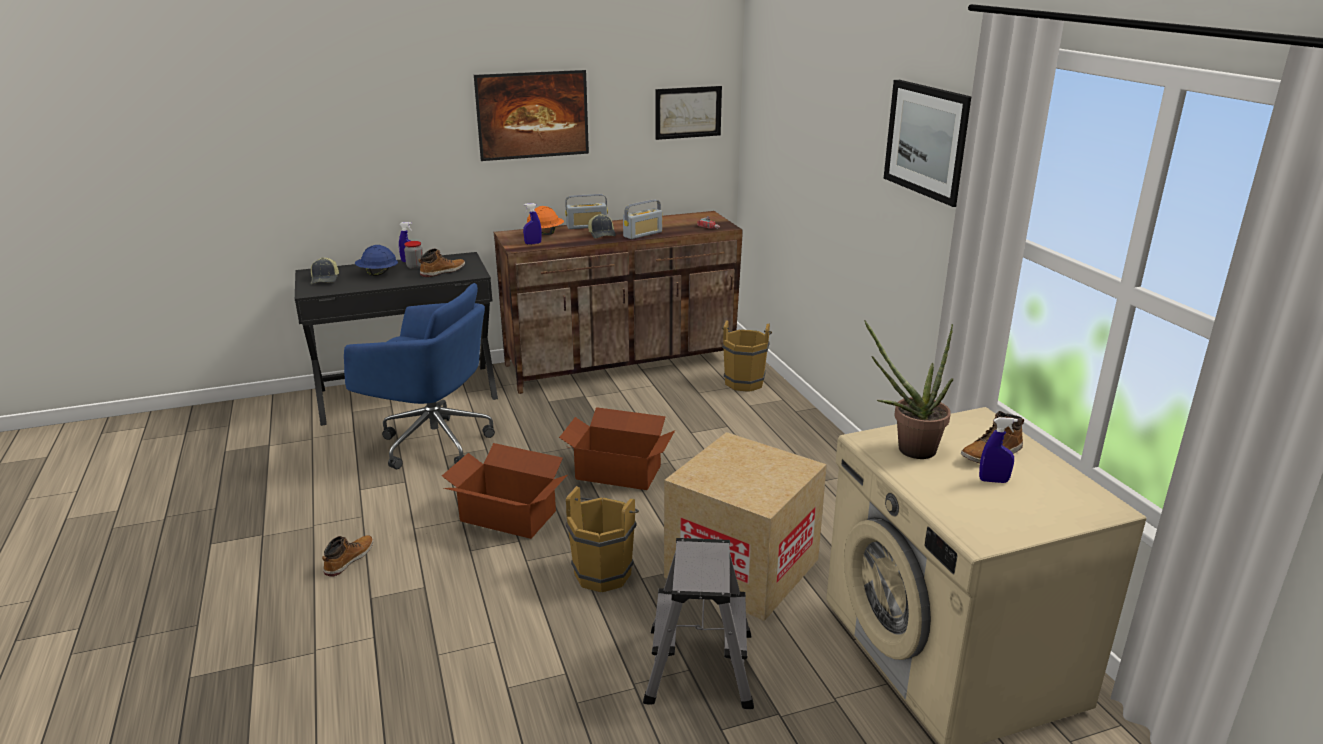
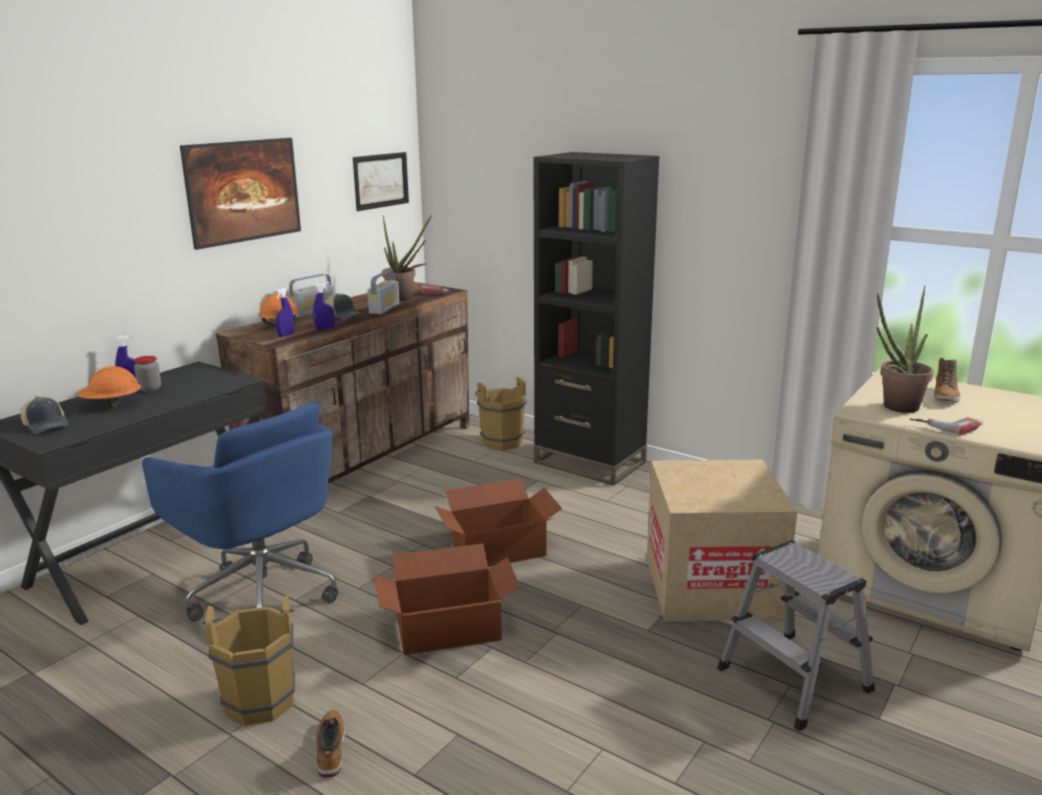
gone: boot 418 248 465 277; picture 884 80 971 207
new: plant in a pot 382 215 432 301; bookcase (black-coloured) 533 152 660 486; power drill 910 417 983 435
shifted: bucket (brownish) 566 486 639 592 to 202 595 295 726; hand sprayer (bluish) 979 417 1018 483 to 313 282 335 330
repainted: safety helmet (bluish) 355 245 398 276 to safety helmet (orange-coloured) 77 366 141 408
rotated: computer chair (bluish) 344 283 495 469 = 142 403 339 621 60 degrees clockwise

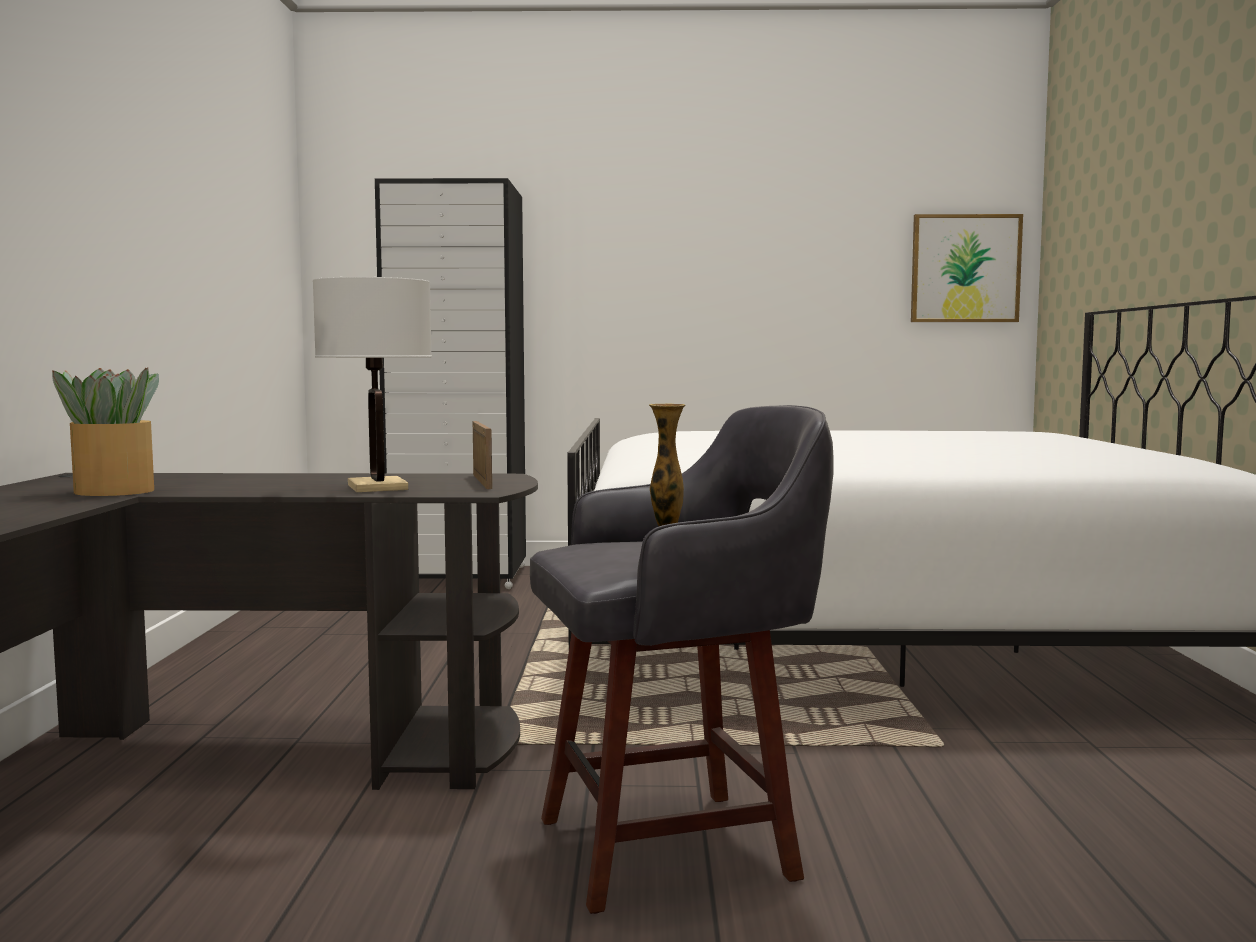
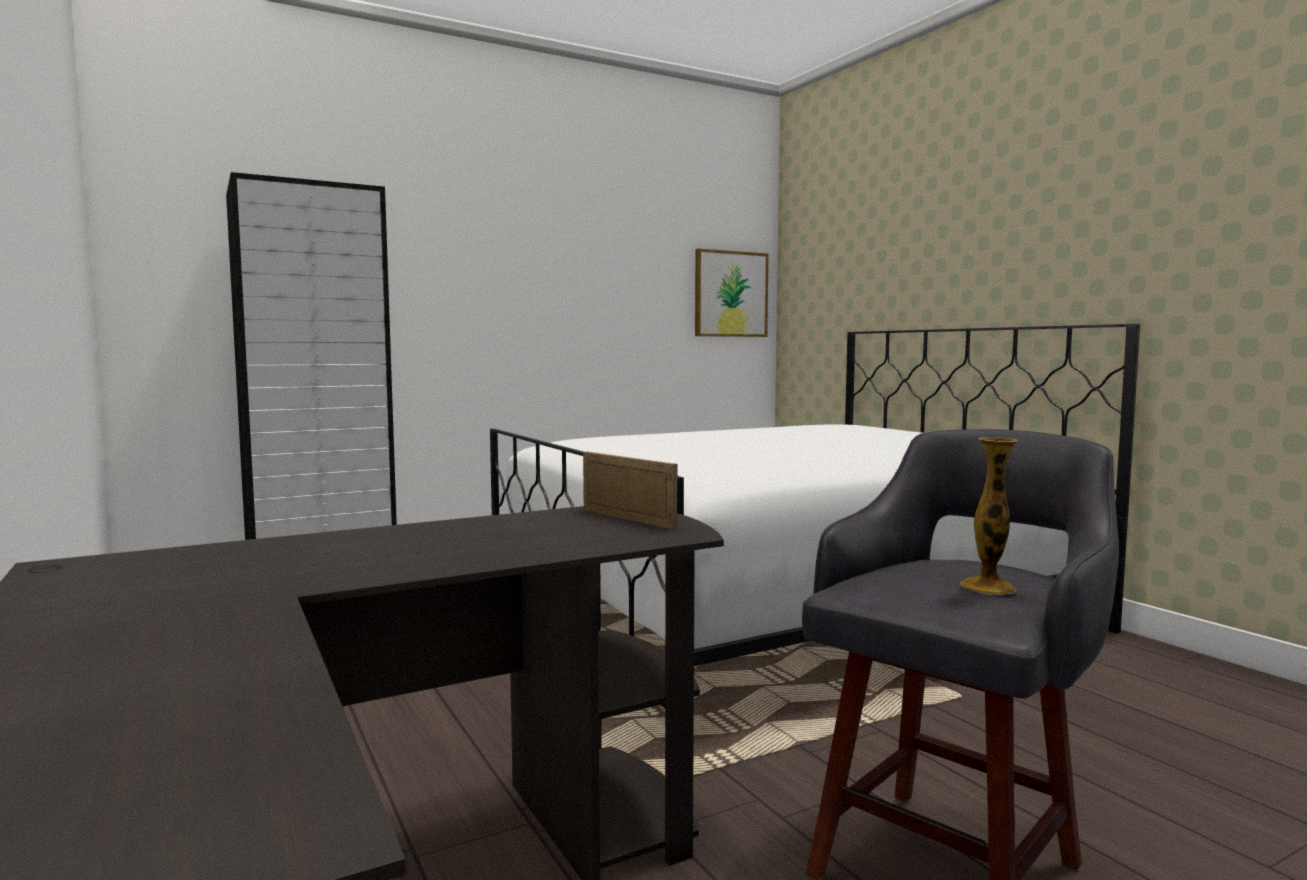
gone: plant in a pot 52 367 159 496; tabletop lamp (white-coloured) 313 277 432 492

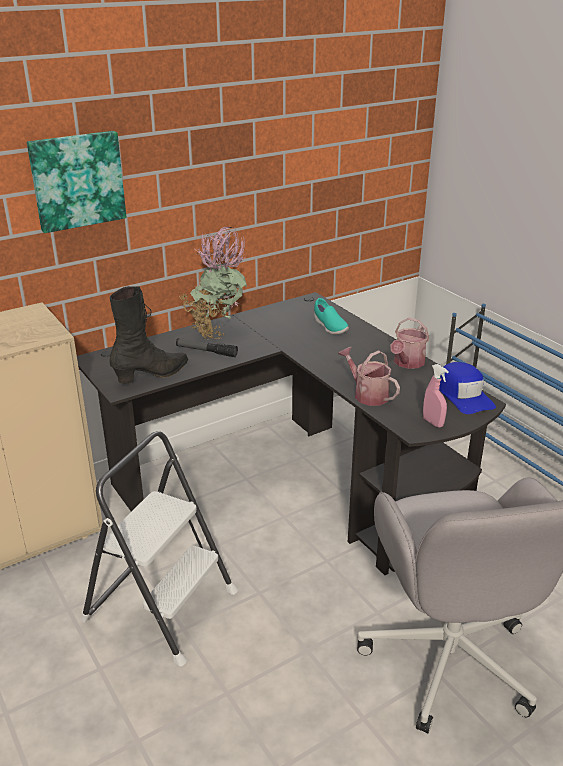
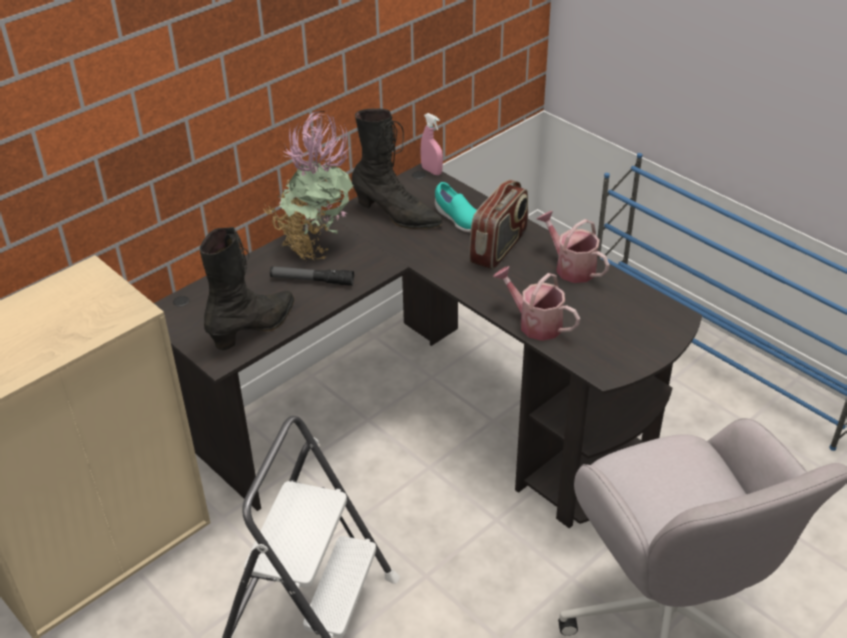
gone: picture 27 131 127 233; peaked cap (bluish) 439 362 496 414
new: boot (black-coloured) 352 109 443 229; radio receiver 469 180 528 270
shifted: hand sprayer (pink-coloured) 423 364 449 428 to 421 113 443 175
rotated: watering can 390 318 429 369 = 537 211 610 283 120 degrees clockwise

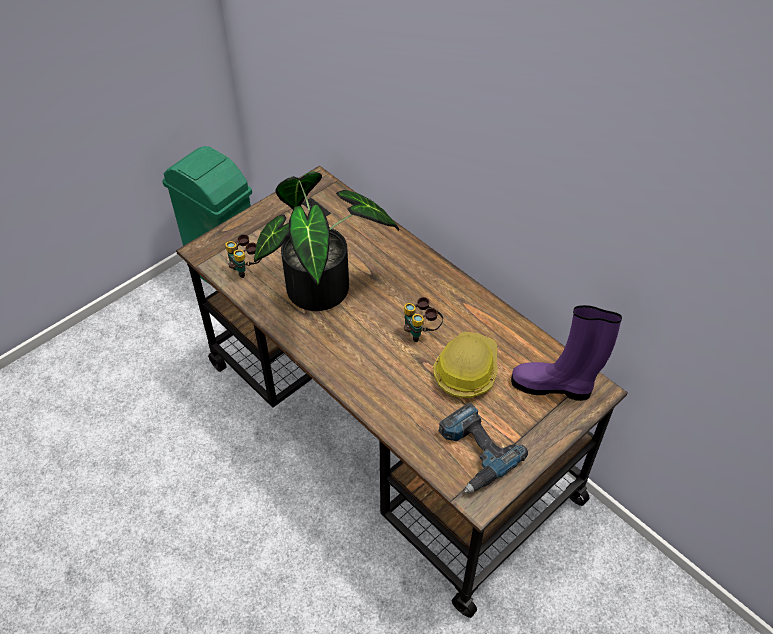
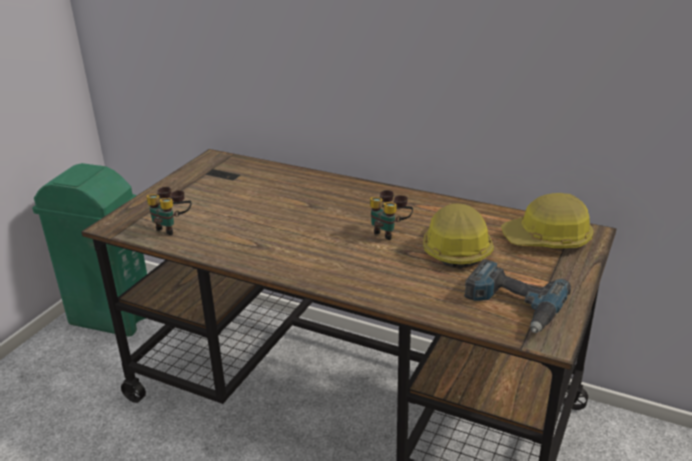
gone: plant in a pot 254 171 399 311
swapped: boot (purple) 511 305 622 401 to safety helmet 501 193 594 248

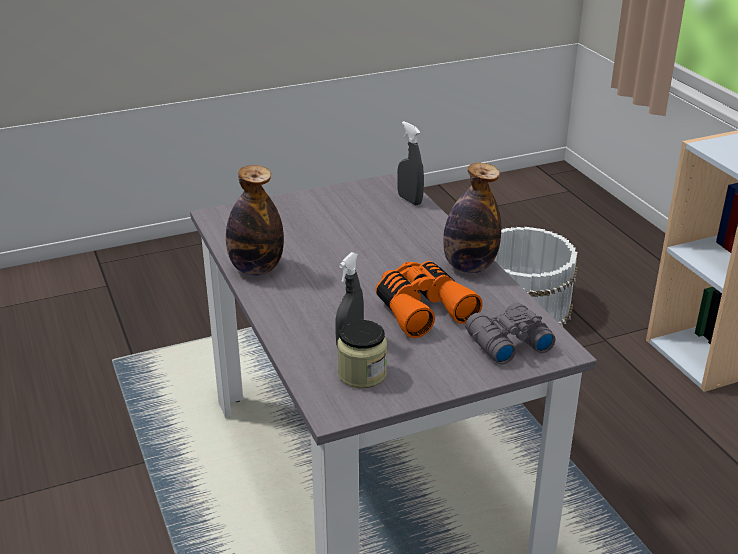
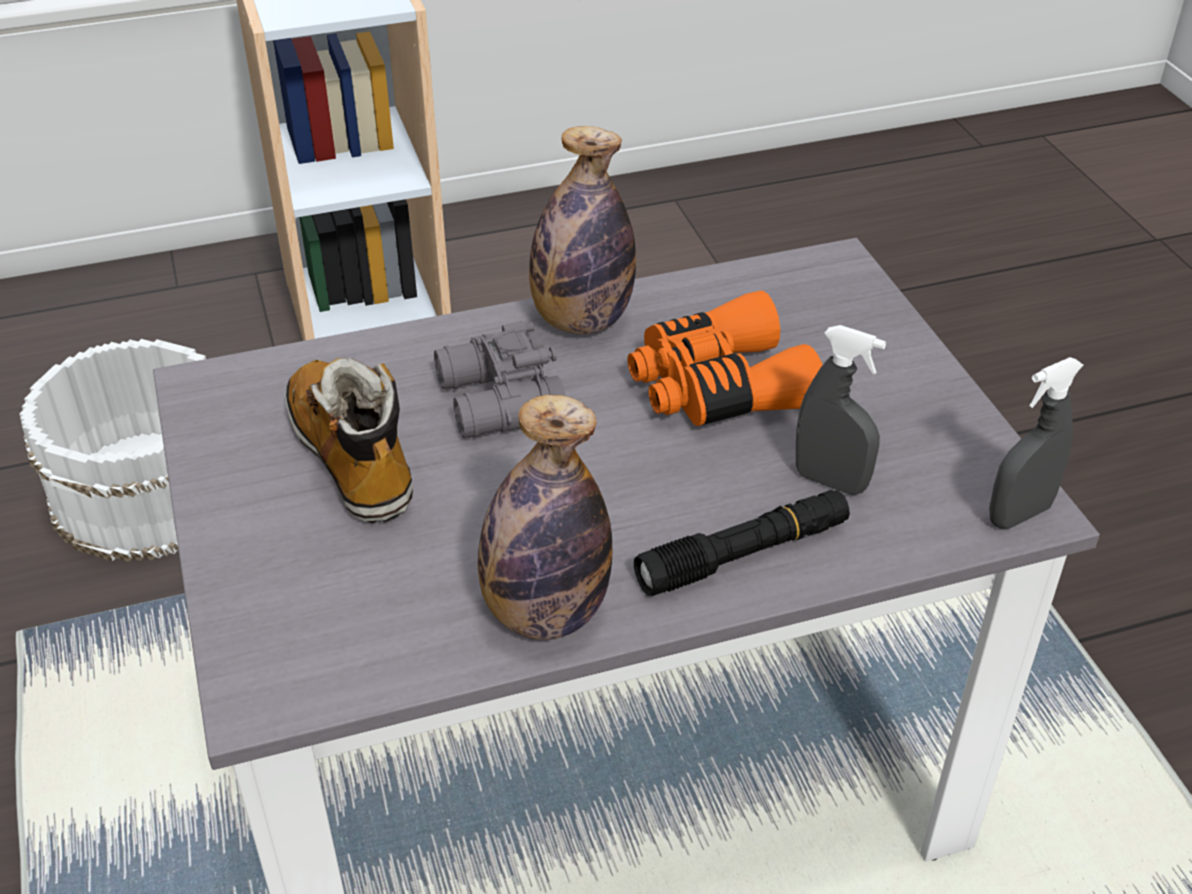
gone: jar 337 320 387 388
new: boot 285 358 413 524; hand torch (black-coloured) 634 490 850 596
shifted: hand sprayer (gray) 397 121 424 206 to 989 357 1084 529; binoculars (gray) 465 303 556 364 to 434 321 566 438

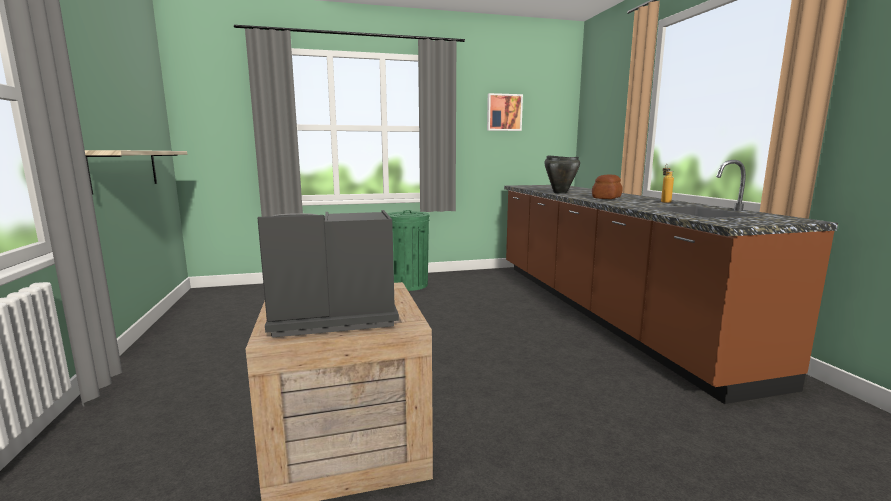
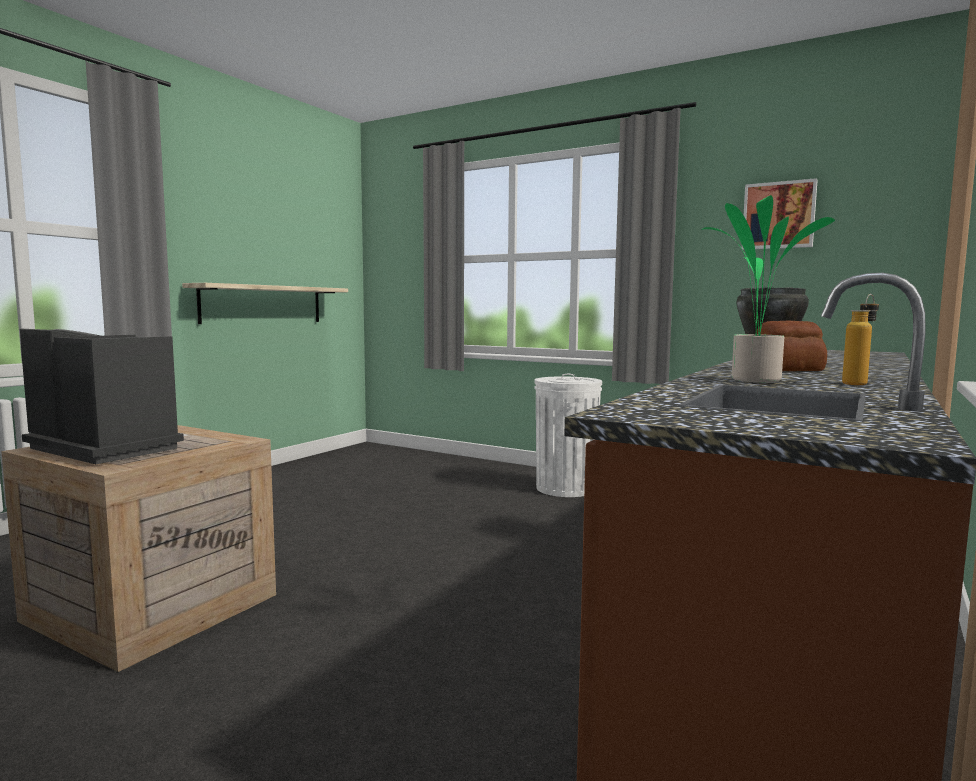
new: plant in a pot 701 195 835 383
repainted: rubbish bin (green) 387 210 430 291 to rubbish bin (white-coloured) 534 374 602 497

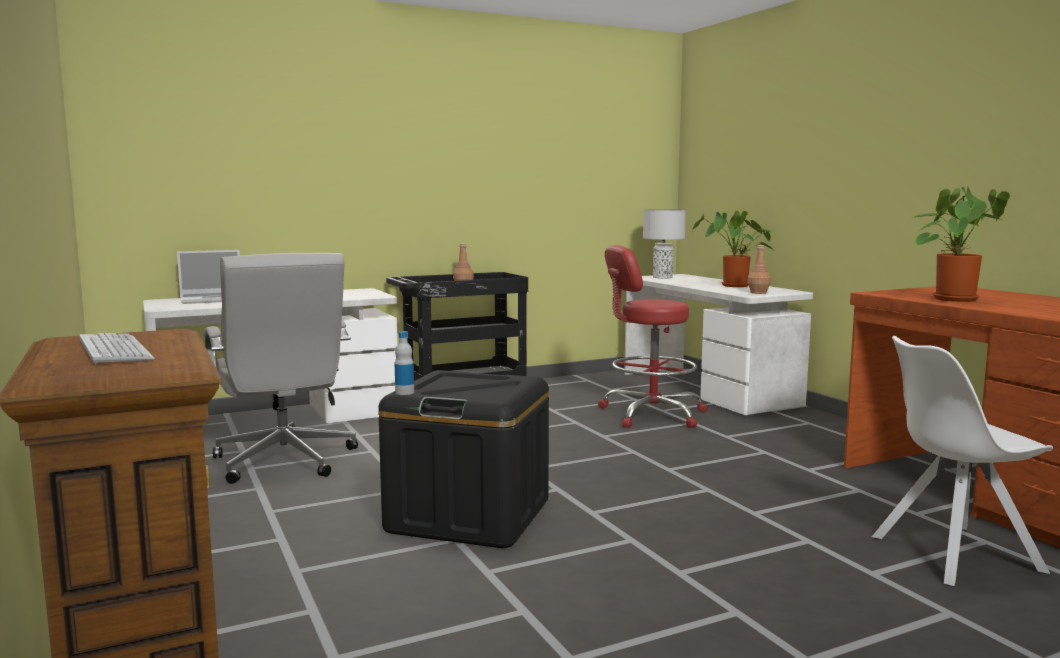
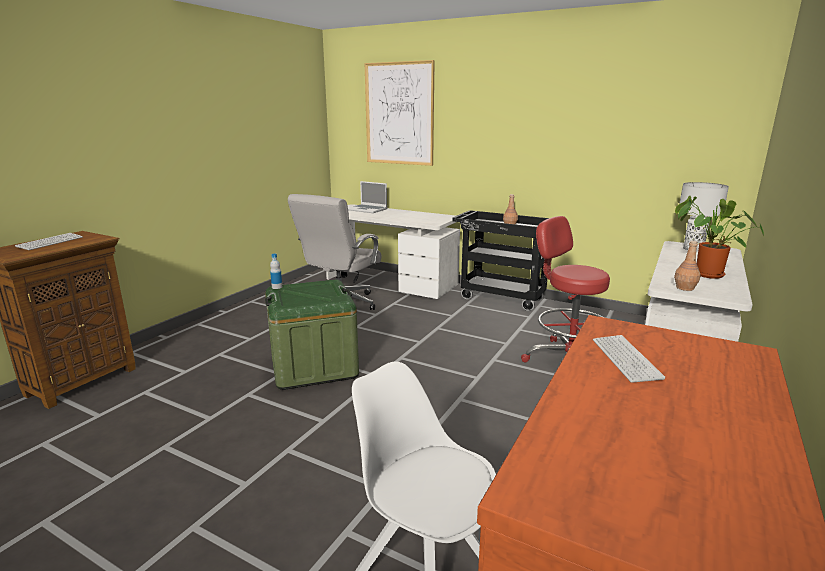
new: picture 365 60 435 166
swapped: plant in a pot 911 186 1010 302 to PC keyboard 593 335 665 383
repainted: storage bin (black-coloured) 378 370 549 548 to storage bin (green) 265 279 359 390

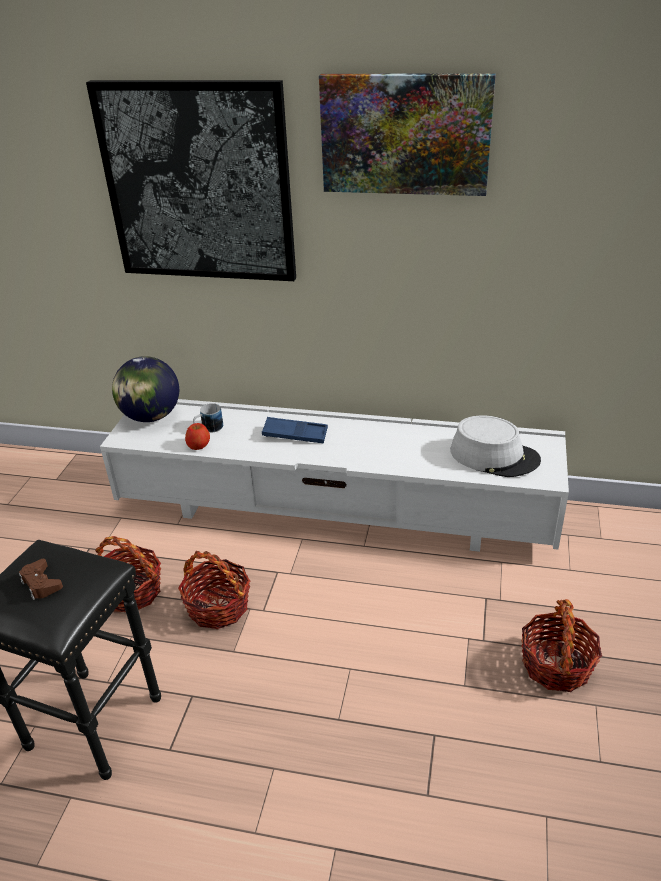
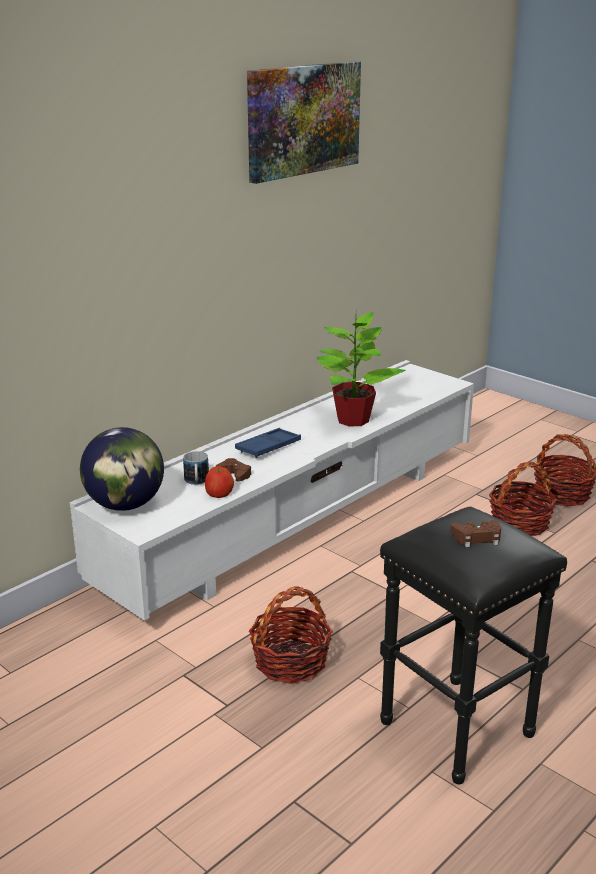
gone: picture 86 80 296 281; wearable hat (gray) 450 415 541 477
new: game controller (brownish) 216 458 252 482; plant in a pot 317 310 406 427
shifted: storage basket 178 551 250 629 to 489 461 557 536

